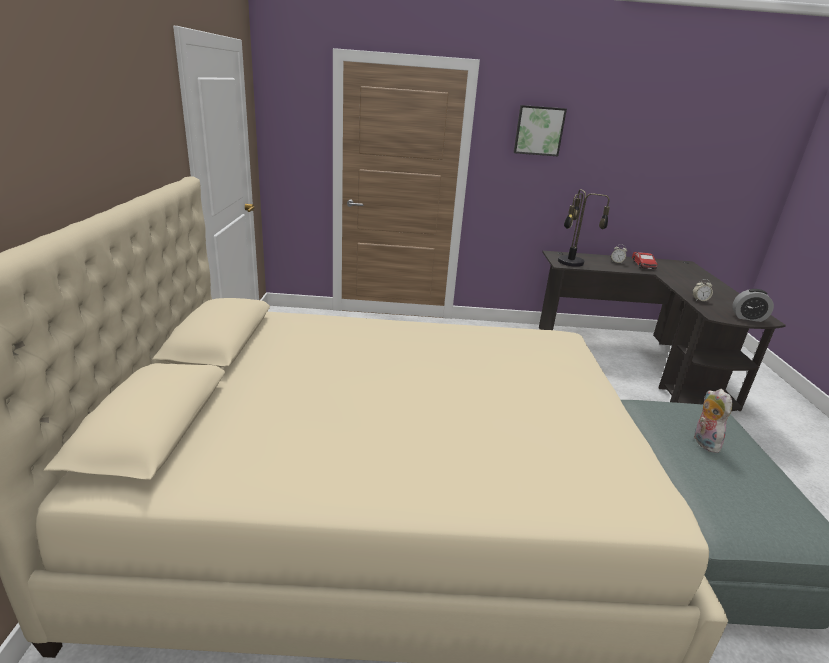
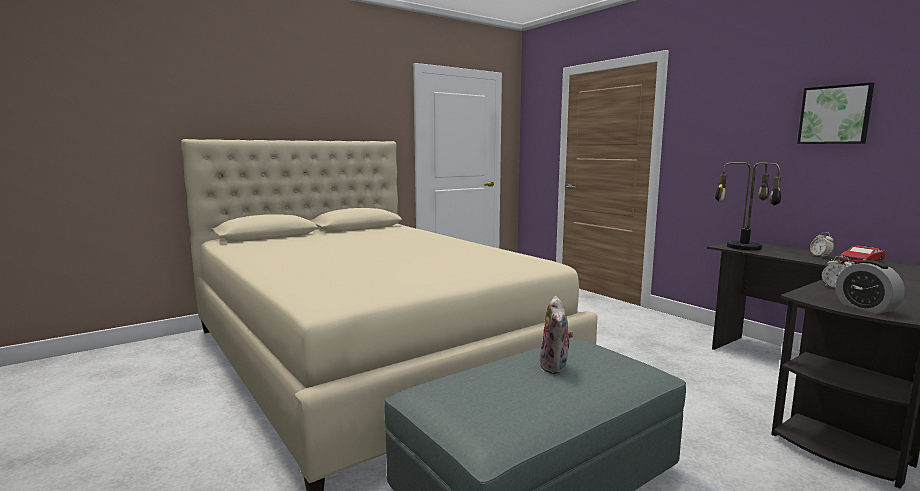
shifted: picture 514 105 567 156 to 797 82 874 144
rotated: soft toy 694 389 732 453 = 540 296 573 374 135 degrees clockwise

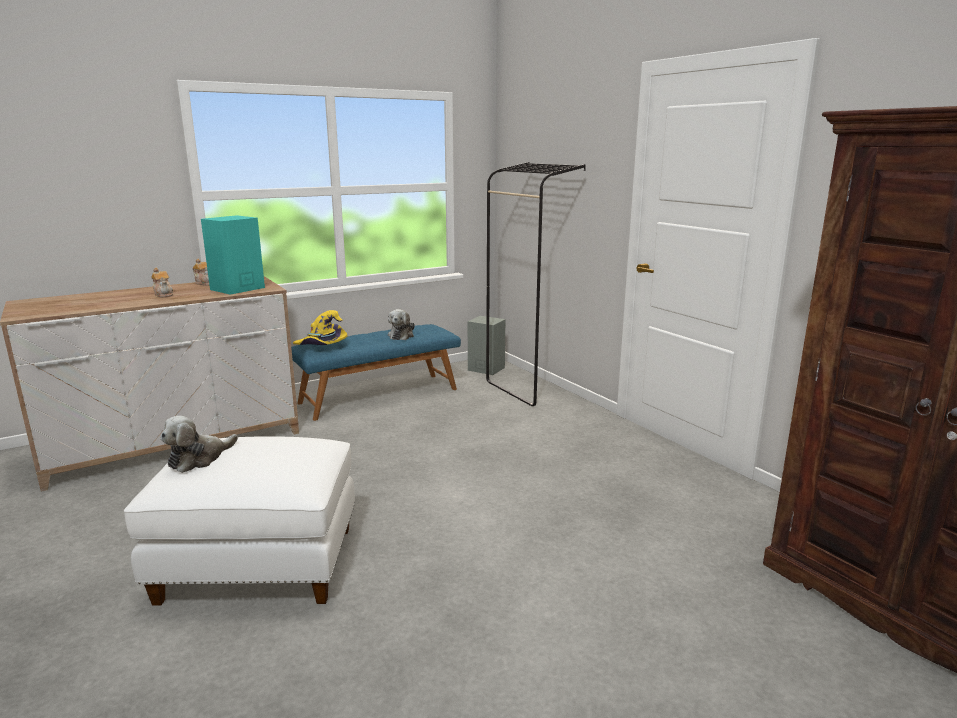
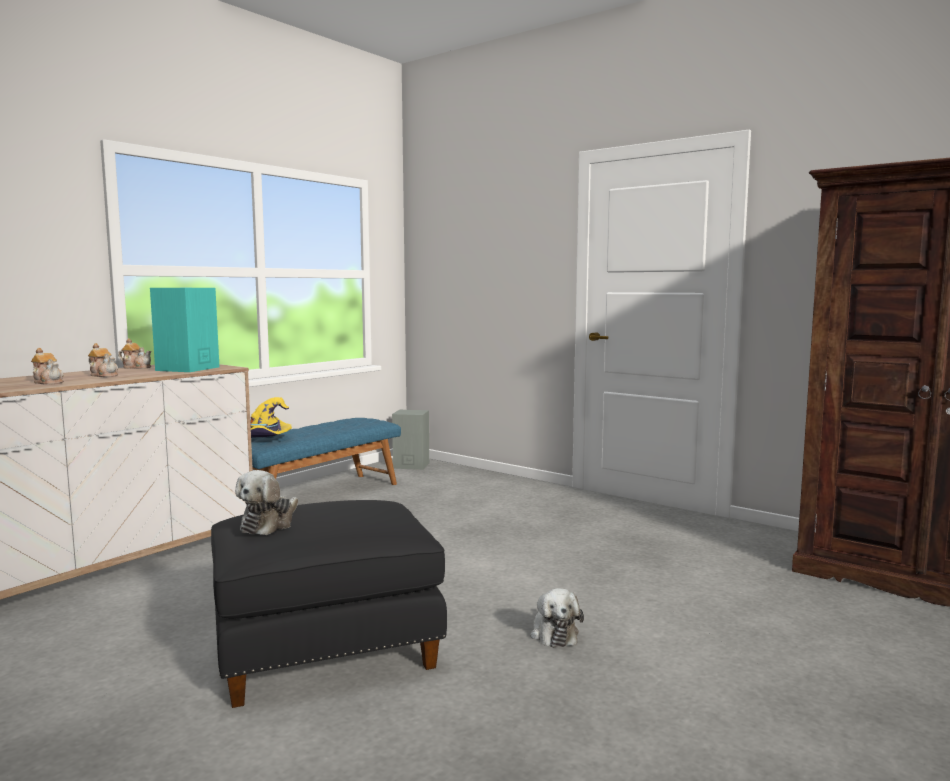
gone: garment rack (black-coloured) 486 162 586 406
new: pot for tea 31 348 64 385
shifted: soft toy 388 309 415 340 to 530 588 584 648
repainted: footrest (white-coloured) 124 436 355 606 to footrest (black-coloured) 211 500 447 708

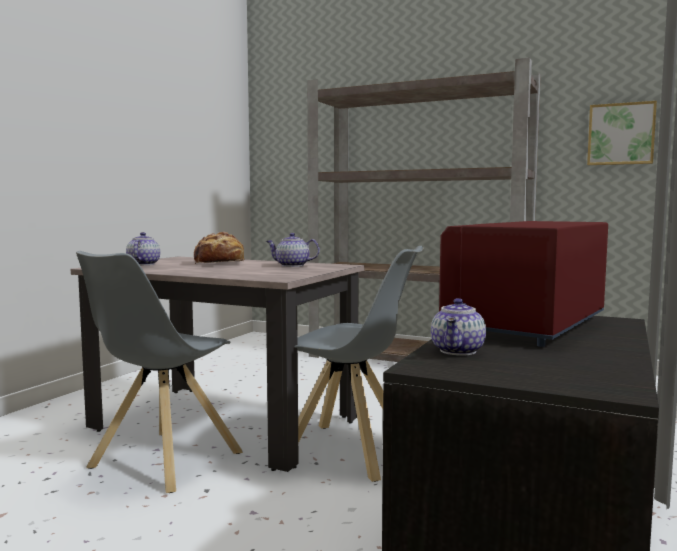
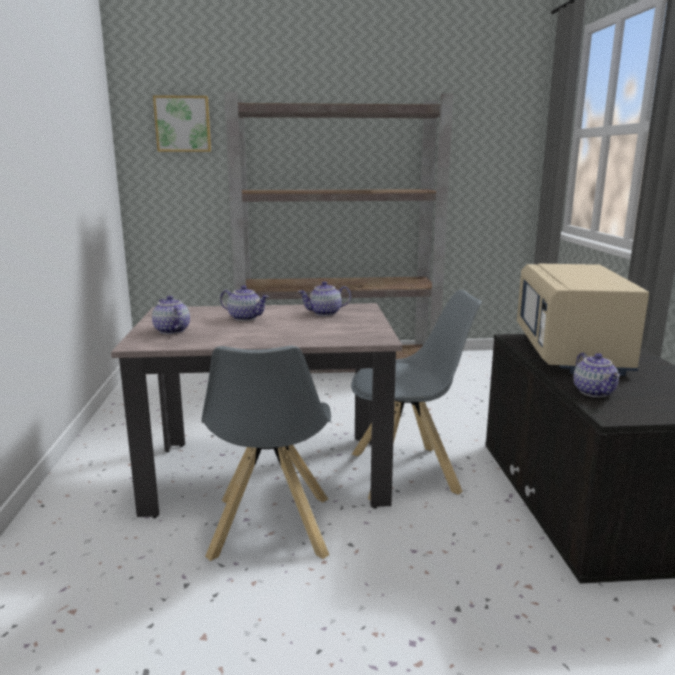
shifted: picture 587 101 657 165 to 153 95 211 152
swapped: baked bread 194 232 245 264 to pot for tea 220 285 269 321
repainted: microwave (red-coloured) 439 221 608 347 to microwave (sand-coloured) 517 264 649 376

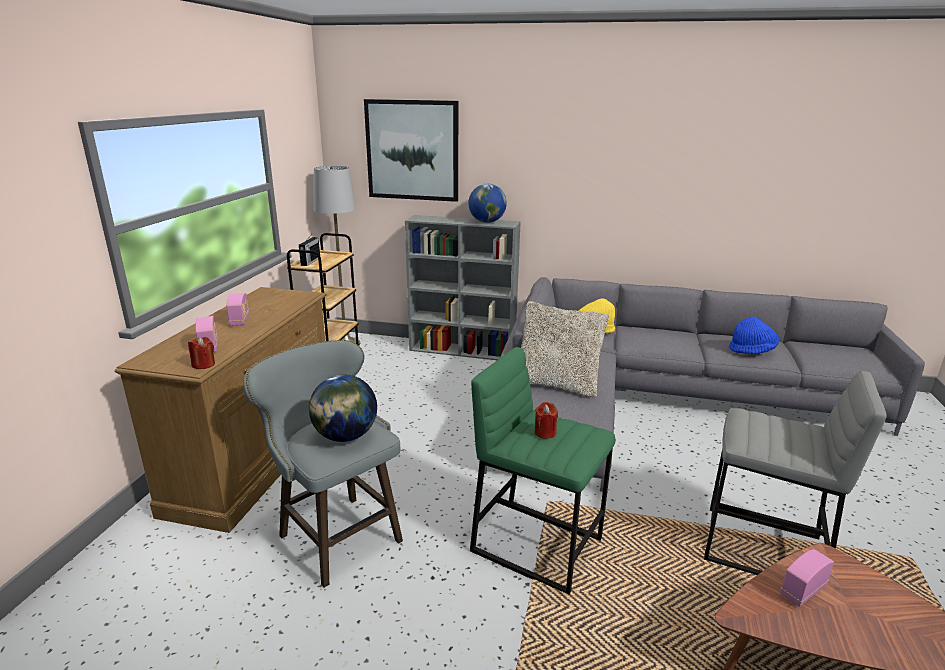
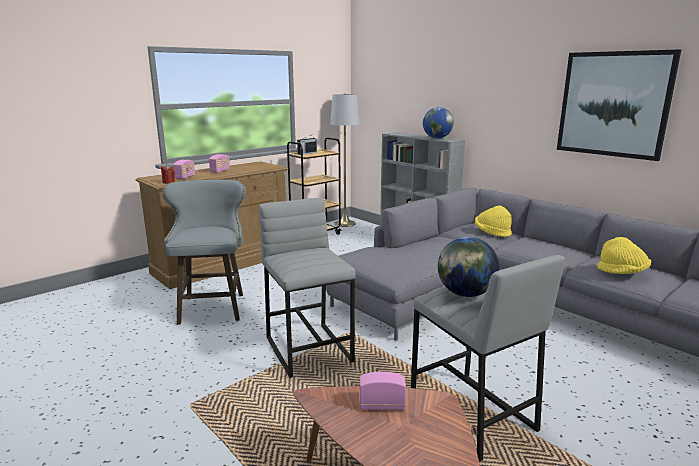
gone: throw pillow (sand-coloured) 521 301 609 398; wax light (red-coloured) 534 402 558 439
shifted: globe 309 375 377 442 to 438 237 499 297; picture 364 99 458 202 to 557 49 681 161
repainted: sitting stool (green) 470 347 616 594 to sitting stool (gray) 259 198 356 378; wearable hat (bluish) 729 317 779 354 to wearable hat (yellow-coloured) 597 237 651 274

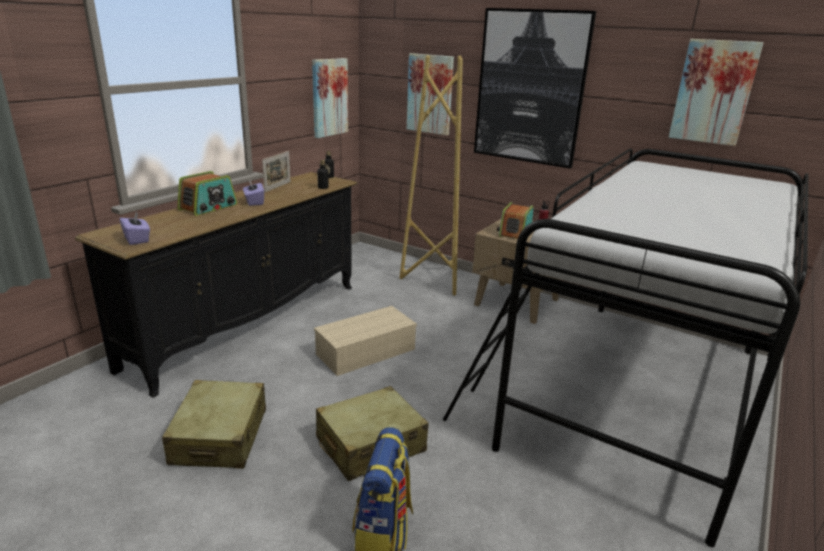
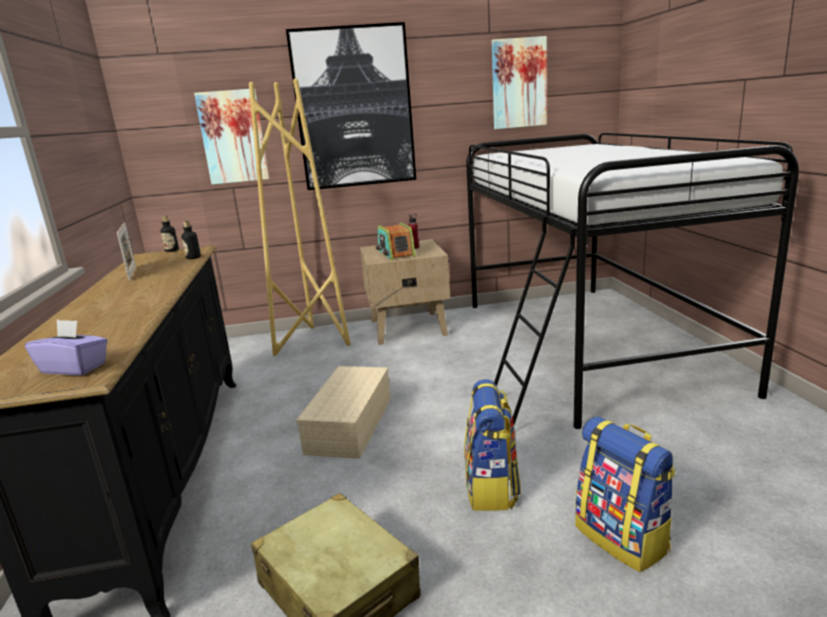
gone: radio receiver 177 171 237 216; tissue box (purple) 243 179 264 206; picture 312 58 348 138
swapped: travel case (sand-coloured) 316 386 428 481 to backpack 464 379 521 511

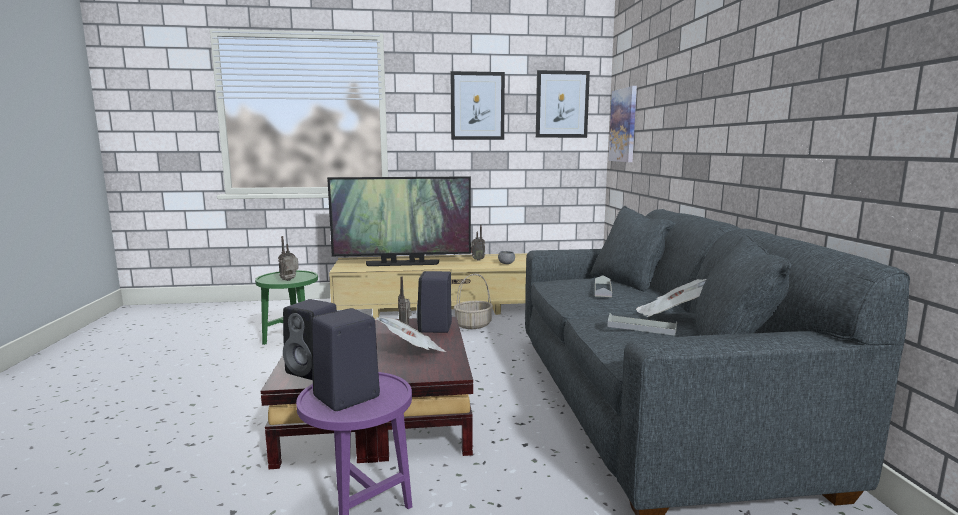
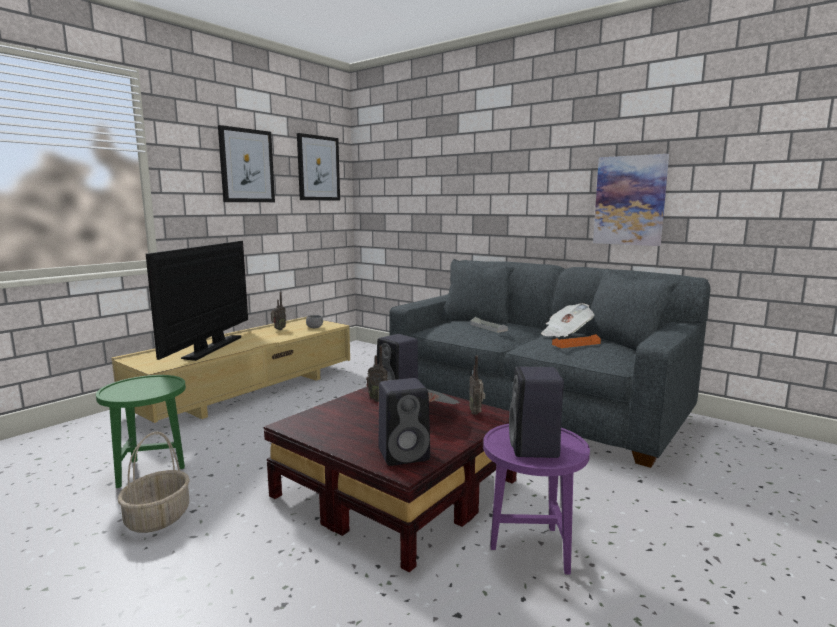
shifted: radio receiver 278 236 299 281 to 469 356 485 415; storage basket 454 274 493 329 to 118 431 190 533; picture 608 86 637 162 to 593 154 669 246
repainted: carrying tray (gray) 607 313 677 336 to carrying tray (orange-coloured) 552 334 601 348
rotated: TV set 327 177 471 266 = 146 241 248 361 150 degrees clockwise

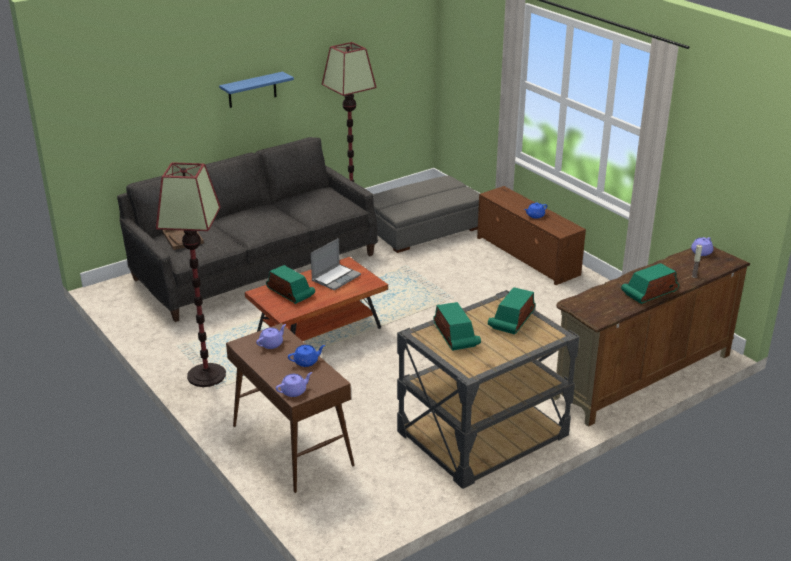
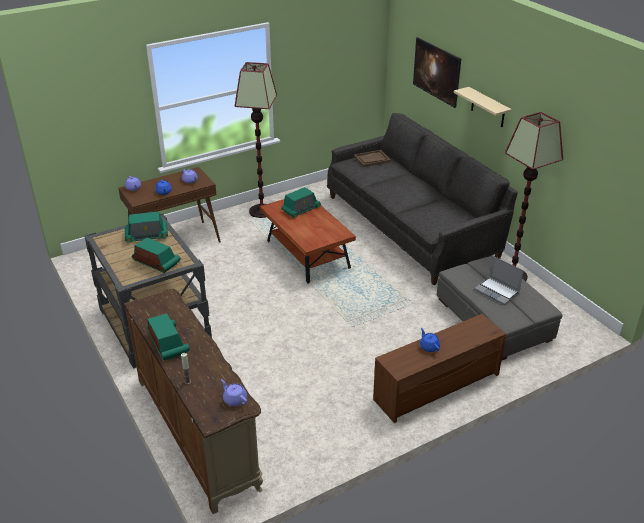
new: picture 413 37 461 108
shifted: notebook computer 311 238 361 291 to 474 256 524 305
repainted: wall shelf (bluish) 219 72 294 108 to wall shelf (sand-coloured) 454 87 512 127

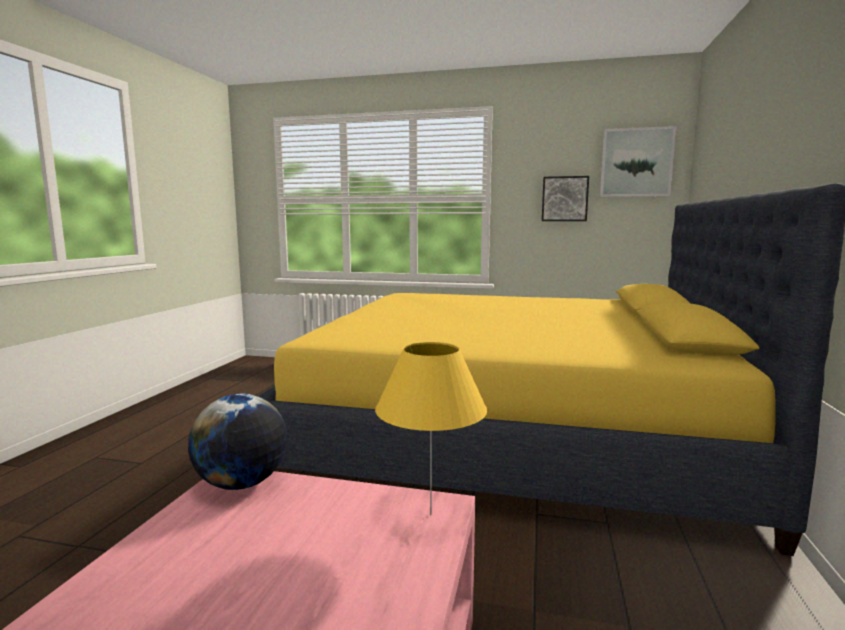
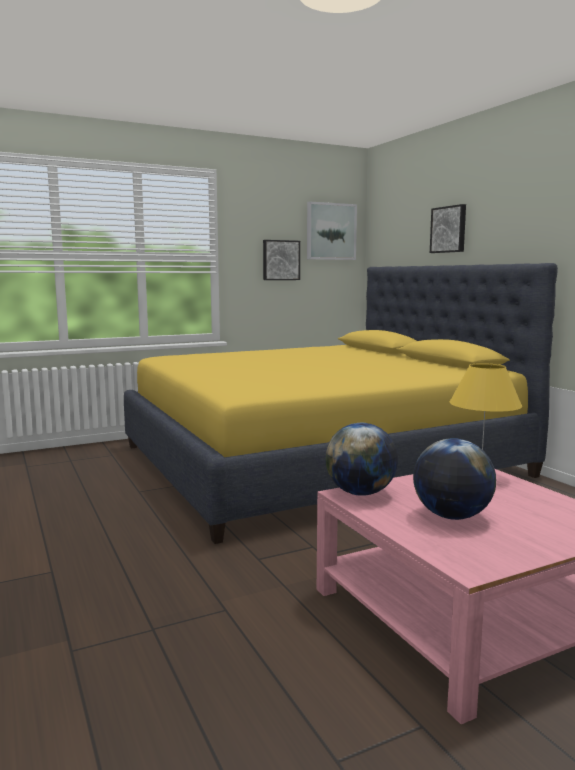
new: globe 413 438 496 520; picture 430 204 466 253

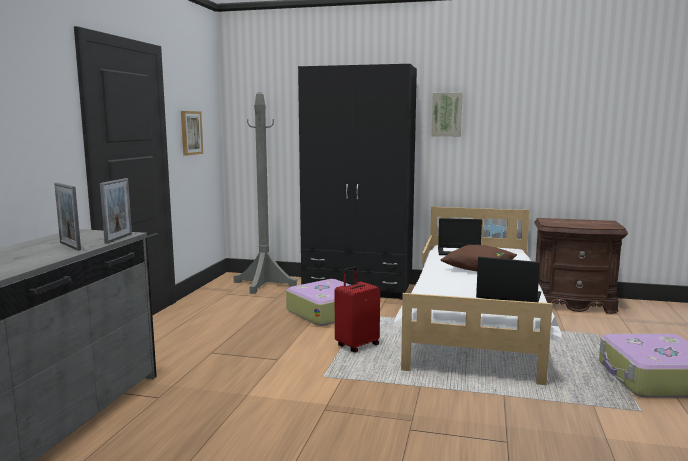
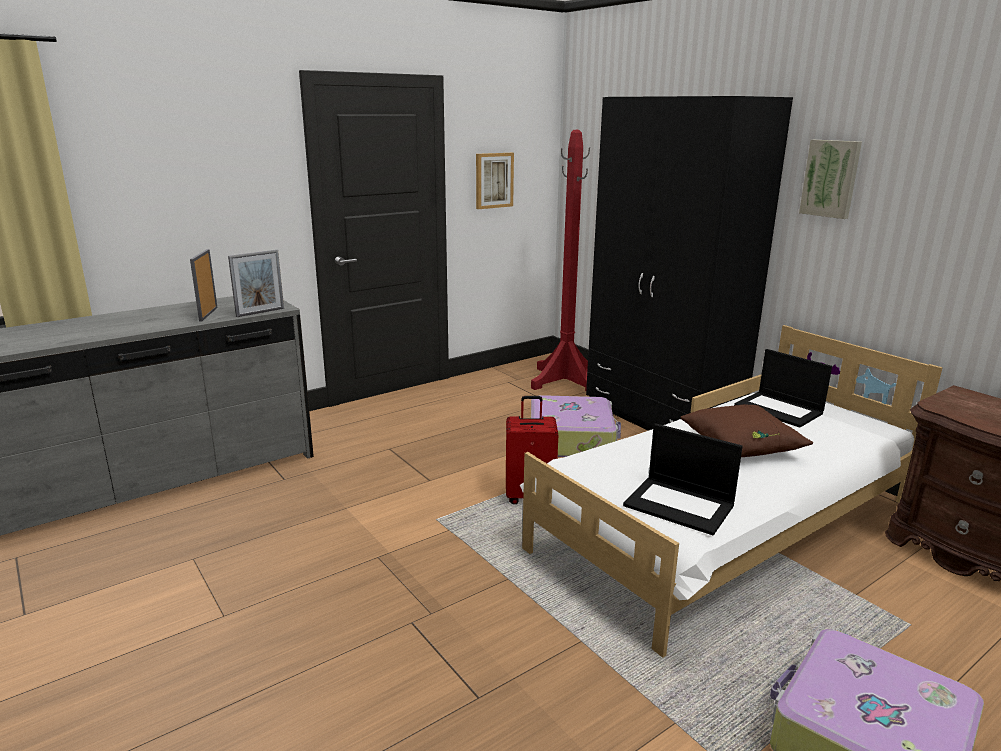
repainted: garment rack (gray) 234 92 297 294 to garment rack (red-coloured) 531 130 590 391
rotated: notebook computer 476 256 541 302 = 623 423 743 535 150 degrees clockwise

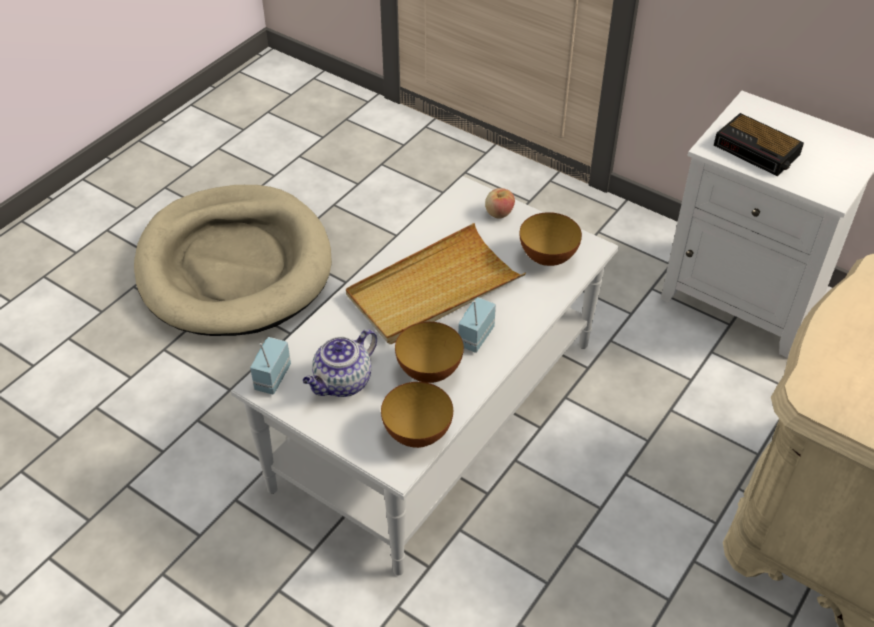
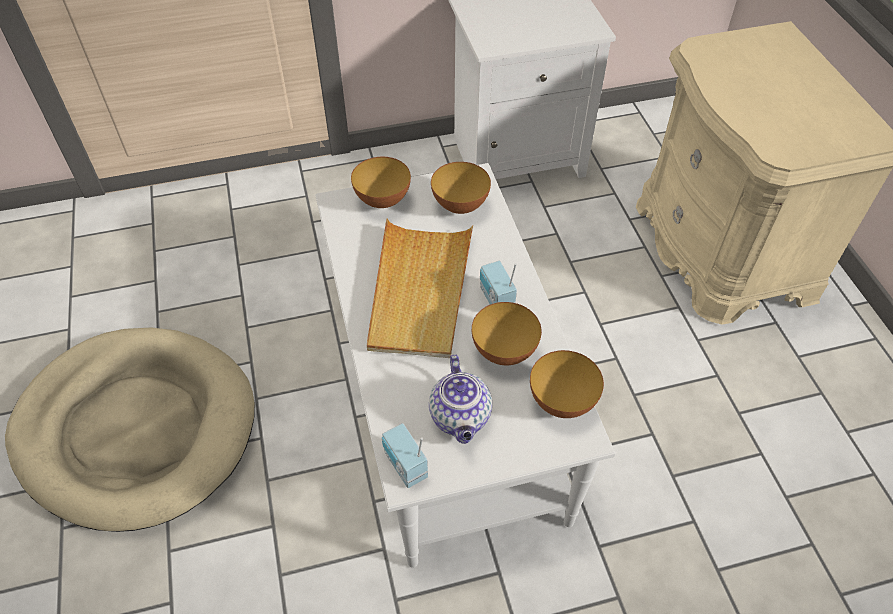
gone: alarm clock 714 113 804 176
swapped: apple fruit 485 188 515 219 to deep dish 351 157 411 208

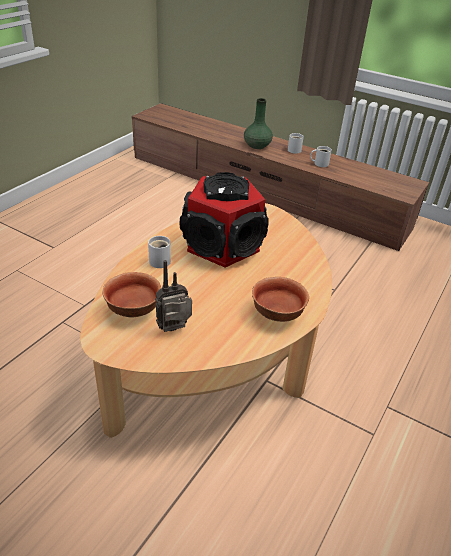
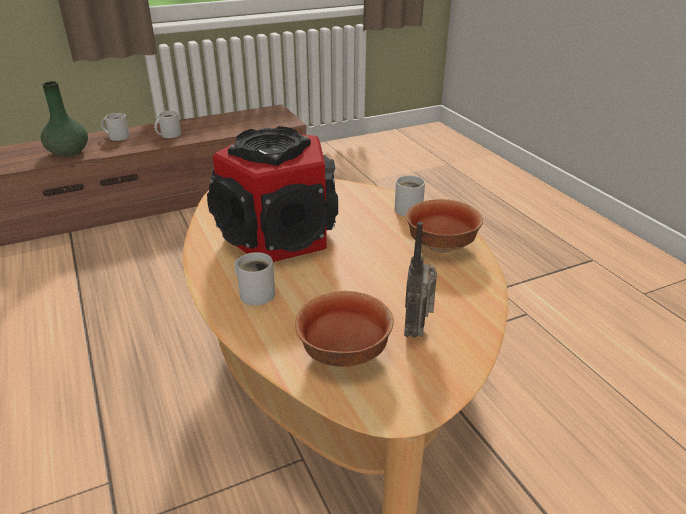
new: coffee mug (white-coloured) 395 175 425 217

